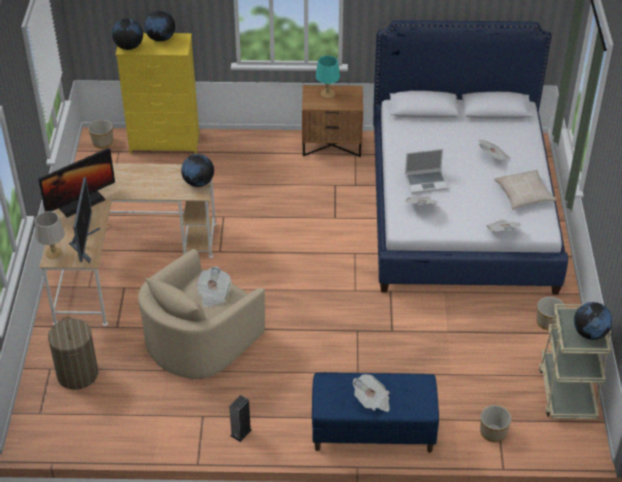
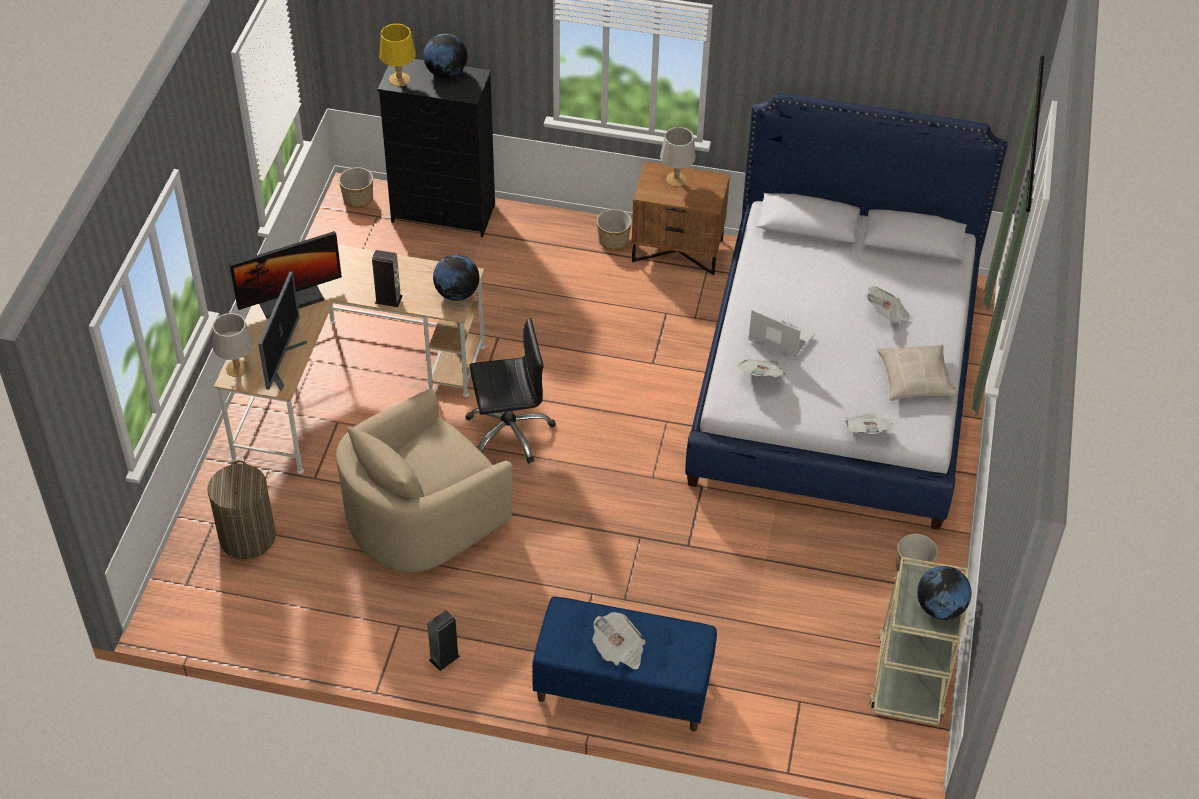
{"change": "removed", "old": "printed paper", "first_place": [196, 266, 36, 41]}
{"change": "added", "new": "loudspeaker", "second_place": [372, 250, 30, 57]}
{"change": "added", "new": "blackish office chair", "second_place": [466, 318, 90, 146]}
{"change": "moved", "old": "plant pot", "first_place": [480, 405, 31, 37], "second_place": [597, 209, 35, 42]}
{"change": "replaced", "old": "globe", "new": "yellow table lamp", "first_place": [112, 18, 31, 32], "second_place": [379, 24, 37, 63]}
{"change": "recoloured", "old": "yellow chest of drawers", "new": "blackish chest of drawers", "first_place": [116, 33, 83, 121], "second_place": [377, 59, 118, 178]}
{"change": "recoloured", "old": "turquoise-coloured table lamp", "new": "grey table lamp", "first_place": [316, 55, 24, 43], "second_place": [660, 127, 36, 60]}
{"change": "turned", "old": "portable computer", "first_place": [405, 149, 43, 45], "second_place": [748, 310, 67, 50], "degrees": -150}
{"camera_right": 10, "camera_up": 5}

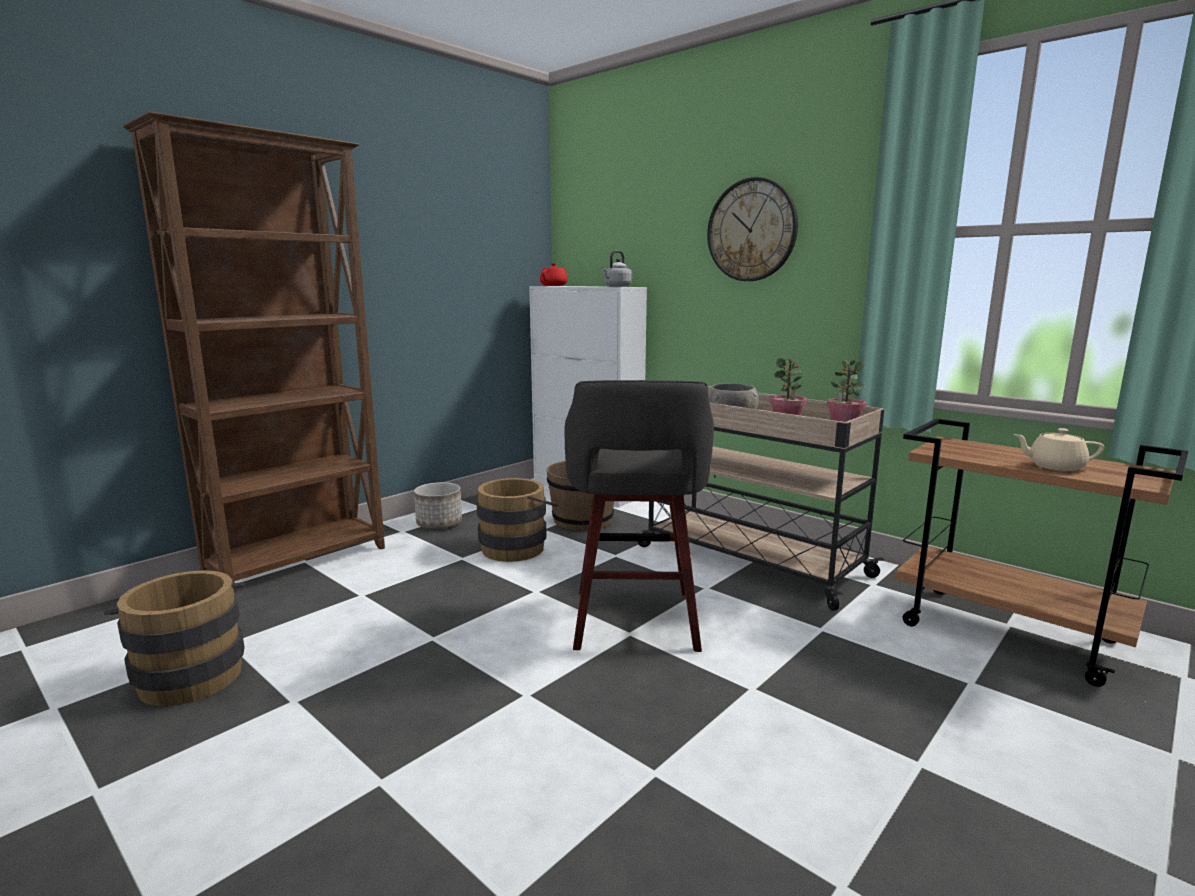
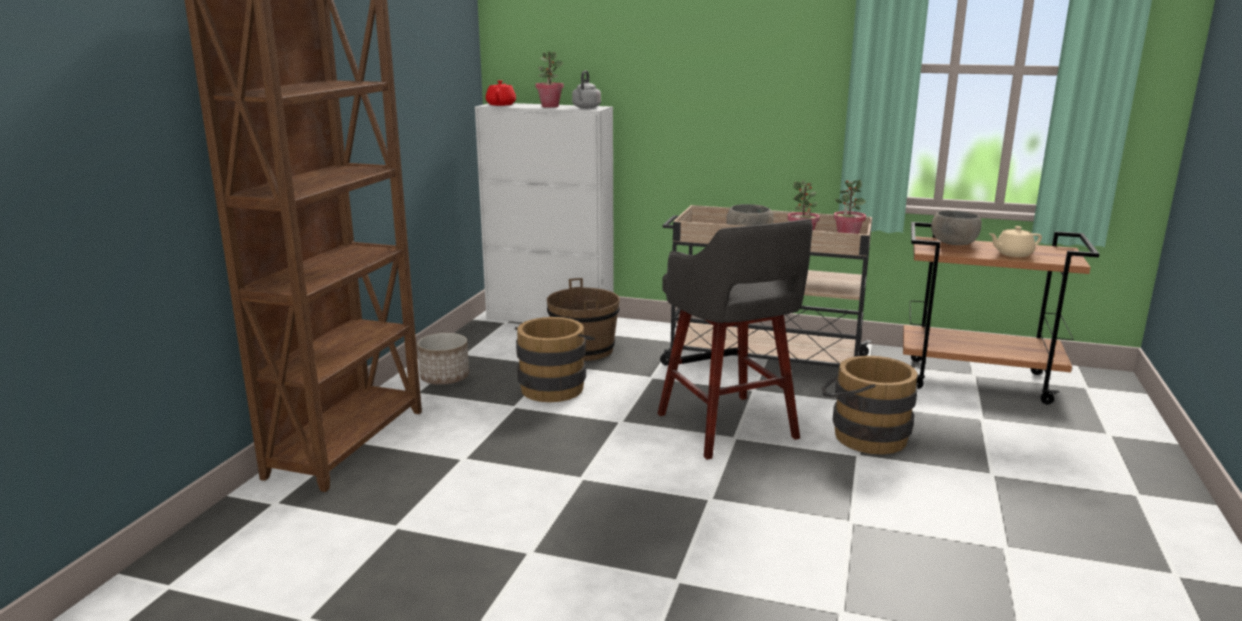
{"change": "removed", "old": "clock on the wall", "first_place": [707, 177, 91, 104]}
{"change": "added", "new": "houseplant", "second_place": [536, 51, 28, 57]}
{"change": "added", "new": "grey serving bowl", "second_place": [931, 210, 51, 35]}
{"change": "moved", "old": "brownish pail", "first_place": [104, 570, 140, 136], "second_place": [822, 356, 96, 98]}
{"camera_right": -25, "camera_up": 5}

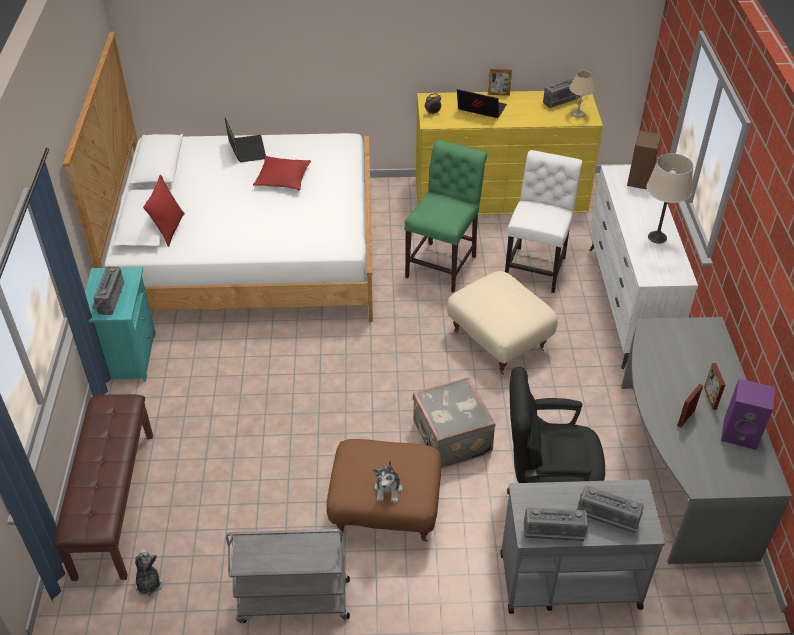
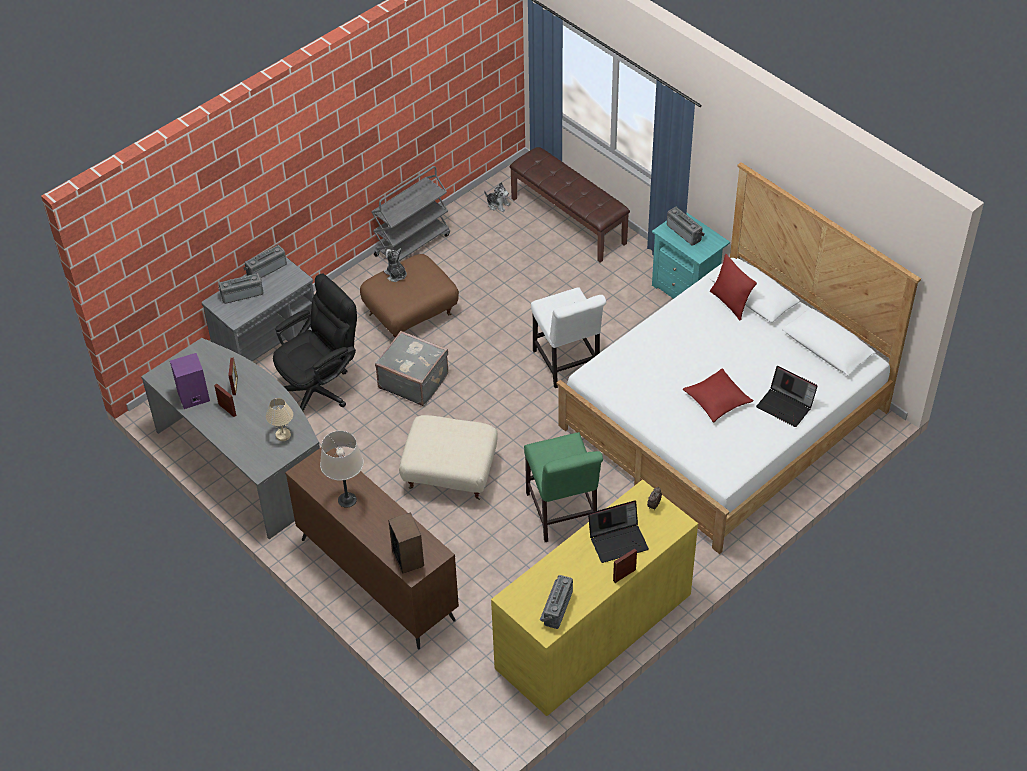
{"change": "moved", "old": "whitish chair", "first_place": [505, 150, 77, 143], "second_place": [531, 287, 75, 101]}
{"change": "moved", "old": "beige table lamp", "first_place": [569, 71, 26, 47], "second_place": [266, 398, 27, 43]}
{"change": "recoloured", "old": "whitish chest of drawers", "new": "brownish chest of drawers", "first_place": [590, 165, 108, 204], "second_place": [285, 447, 174, 202]}
{"camera_right": 140, "camera_up": 5}

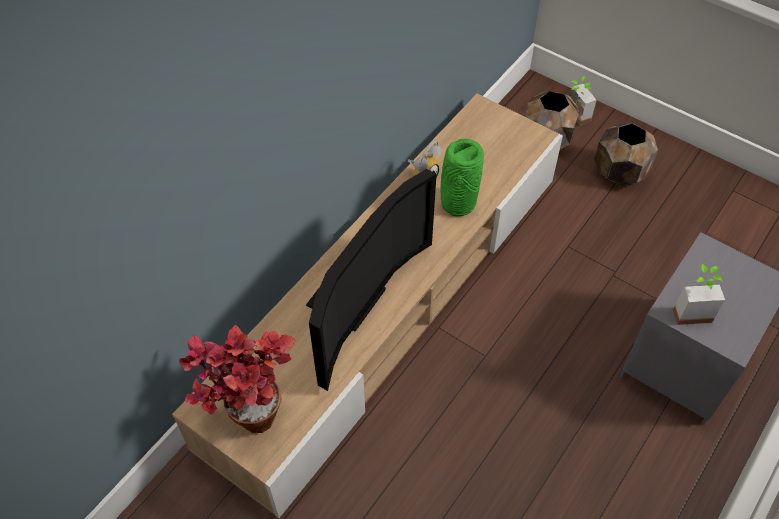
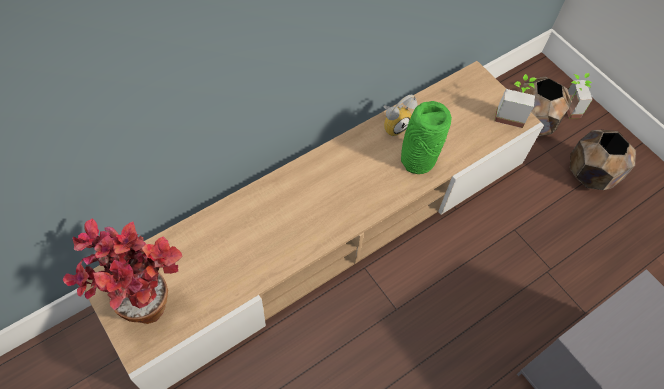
{"change": "removed", "old": "television", "first_place": [306, 169, 131, 222]}
{"change": "moved", "old": "houseplant", "first_place": [673, 264, 52, 61], "second_place": [495, 74, 42, 54]}
{"camera_right": 15, "camera_up": 5}

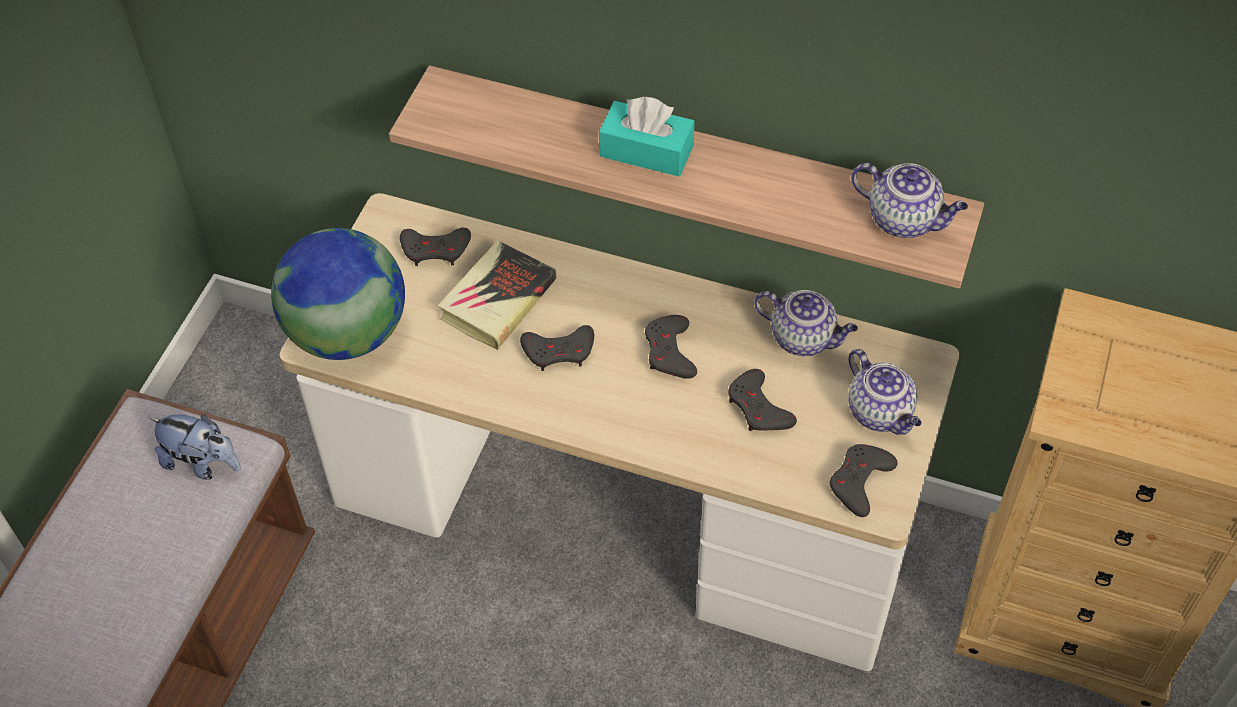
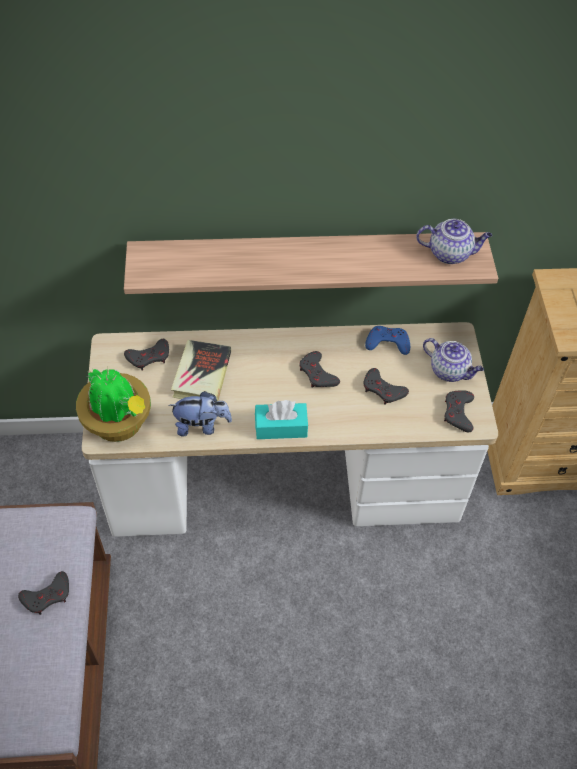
{"change": "moved", "old": "cuddly toy", "first_place": [149, 414, 92, 66], "second_place": [168, 391, 64, 46]}
{"change": "moved", "old": "grey game controller", "first_place": [520, 325, 74, 46], "second_place": [18, 571, 51, 44]}
{"change": "moved", "old": "turquoise-coloured tissue box", "first_place": [599, 97, 96, 80], "second_place": [255, 400, 53, 39]}
{"change": "replaced", "old": "globe", "new": "houseplant", "first_place": [271, 228, 134, 132], "second_place": [76, 368, 75, 74]}
{"change": "replaced", "old": "teapot", "new": "blue game controller", "first_place": [754, 290, 104, 66], "second_place": [365, 326, 45, 29]}
{"camera_right": -25, "camera_up": 0}

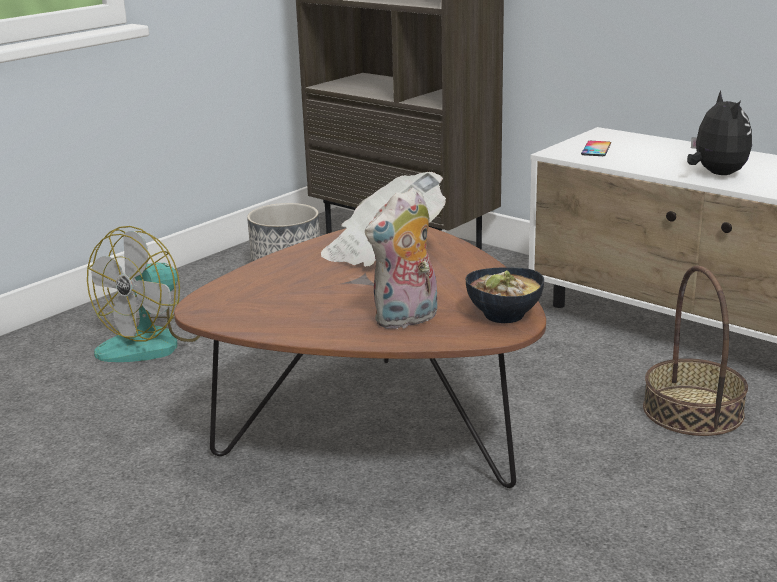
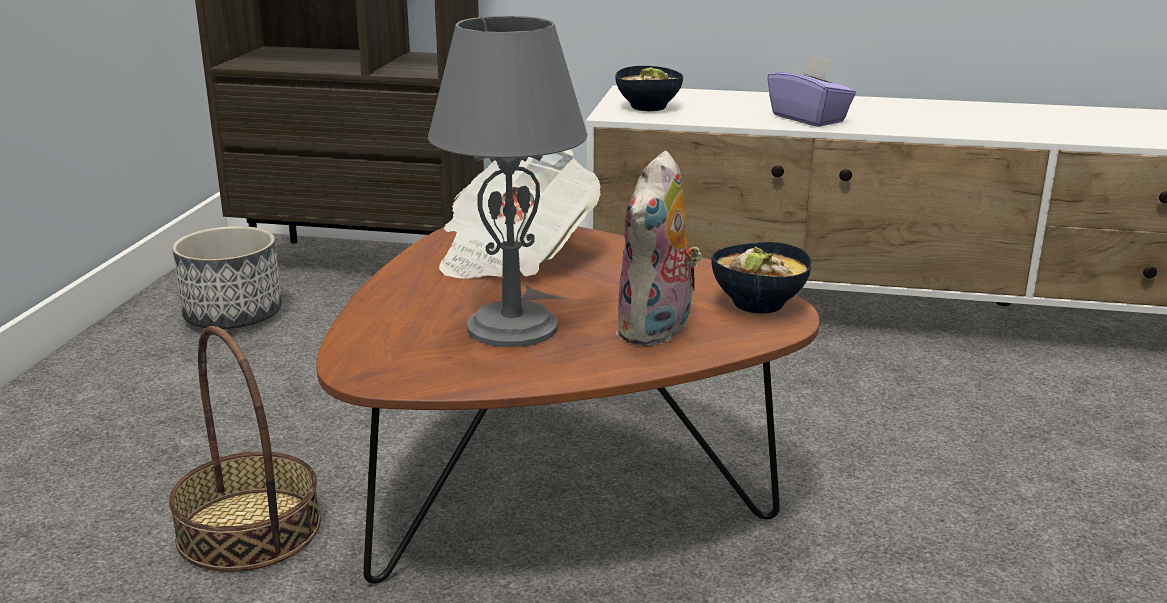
{"change": "removed", "old": "electric fan", "first_place": [87, 226, 113, 136]}
{"change": "added", "new": "grey table lamp", "second_place": [428, 16, 160, 331]}
{"change": "moved", "old": "storage basket", "first_place": [643, 266, 105, 170], "second_place": [169, 326, 152, 246]}
{"change": "replaced", "old": "telephone", "new": "serving bowl", "first_place": [581, 141, 30, 15], "second_place": [615, 66, 68, 45]}
{"change": "replaced", "old": "cuddly toy", "new": "purple-coloured tissue box", "first_place": [687, 91, 65, 84], "second_place": [767, 54, 89, 73]}
{"camera_right": -30, "camera_up": 0}

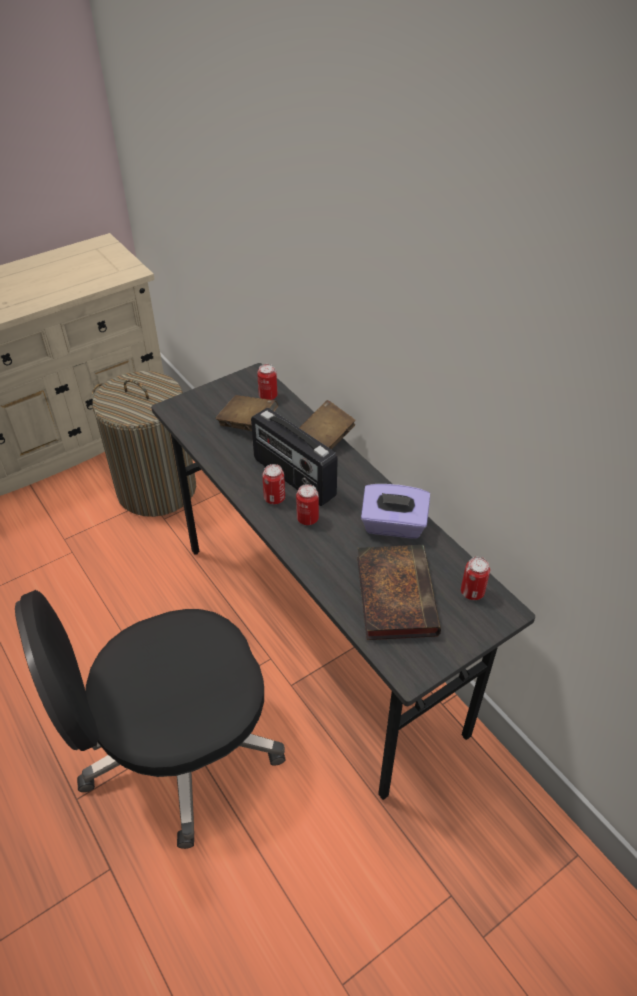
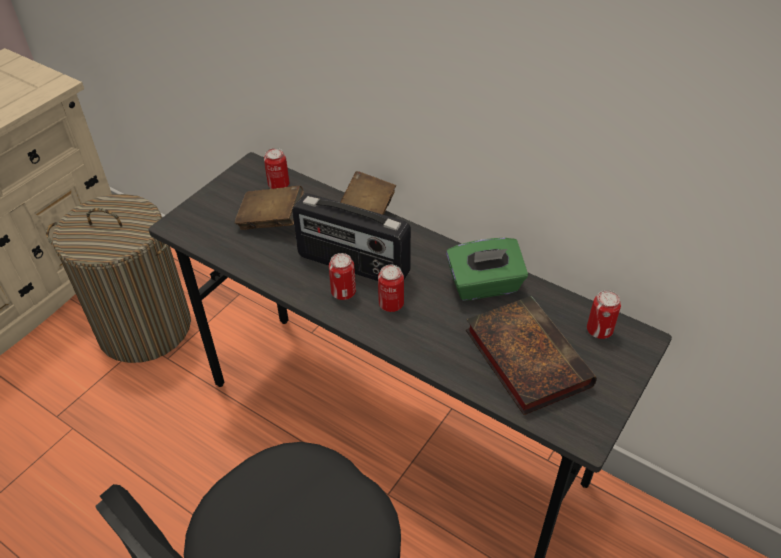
{"change": "recoloured", "old": "purple-coloured tissue box", "new": "green tissue box", "first_place": [361, 484, 69, 55], "second_place": [446, 238, 82, 63]}
{"camera_right": -20, "camera_up": 0}

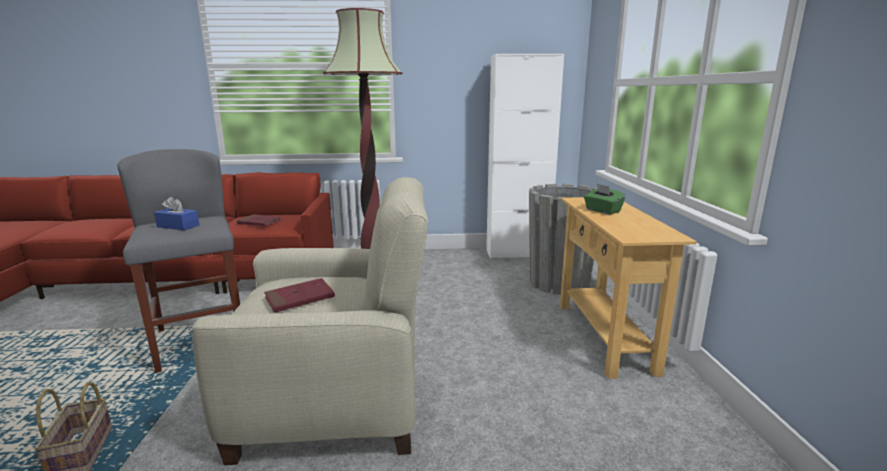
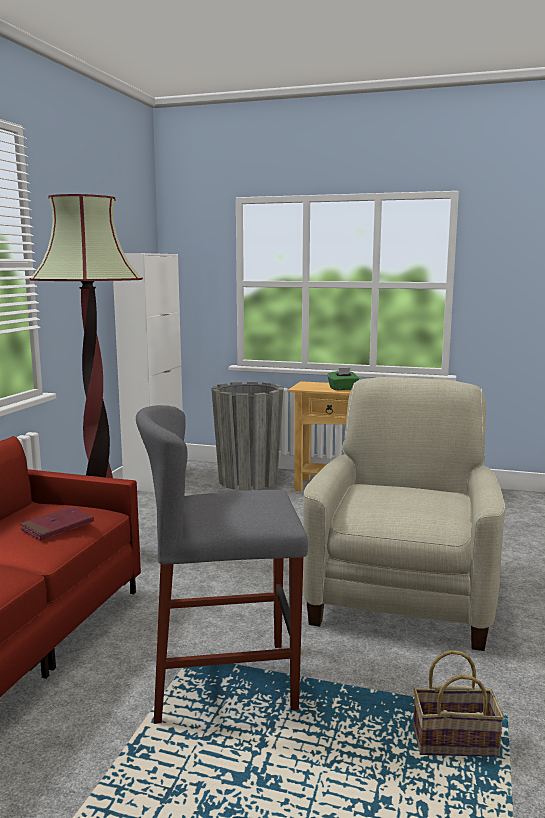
{"change": "removed", "old": "blue tissue box", "first_place": [154, 197, 45, 33]}
{"change": "removed", "old": "red-coloured volume", "first_place": [264, 278, 71, 35]}
{"camera_right": -70, "camera_up": -5}

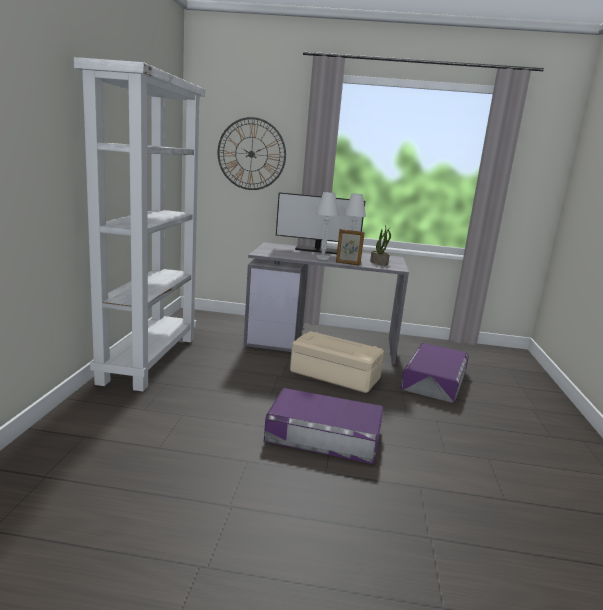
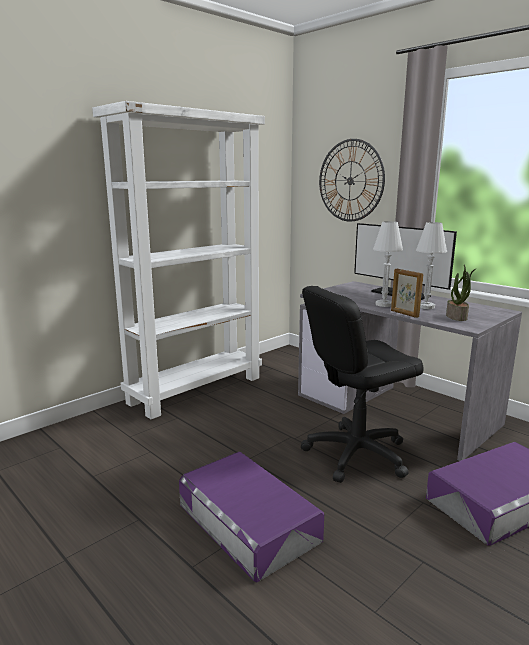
{"change": "replaced", "old": "beige storage box", "new": "blackish office chair", "first_place": [290, 331, 94, 62], "second_place": [301, 286, 123, 197]}
{"camera_right": 40, "camera_up": 0}

